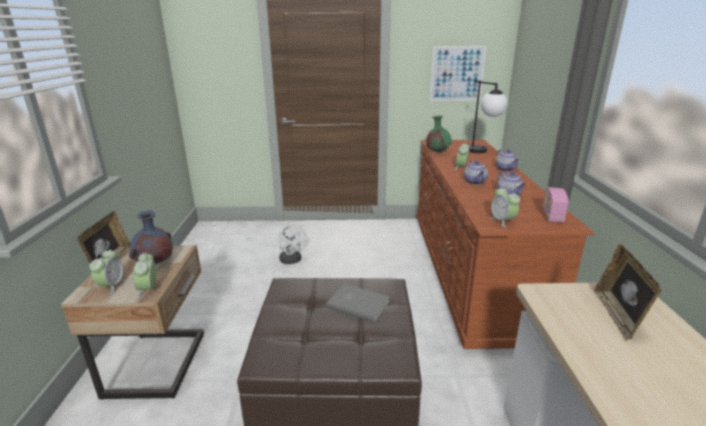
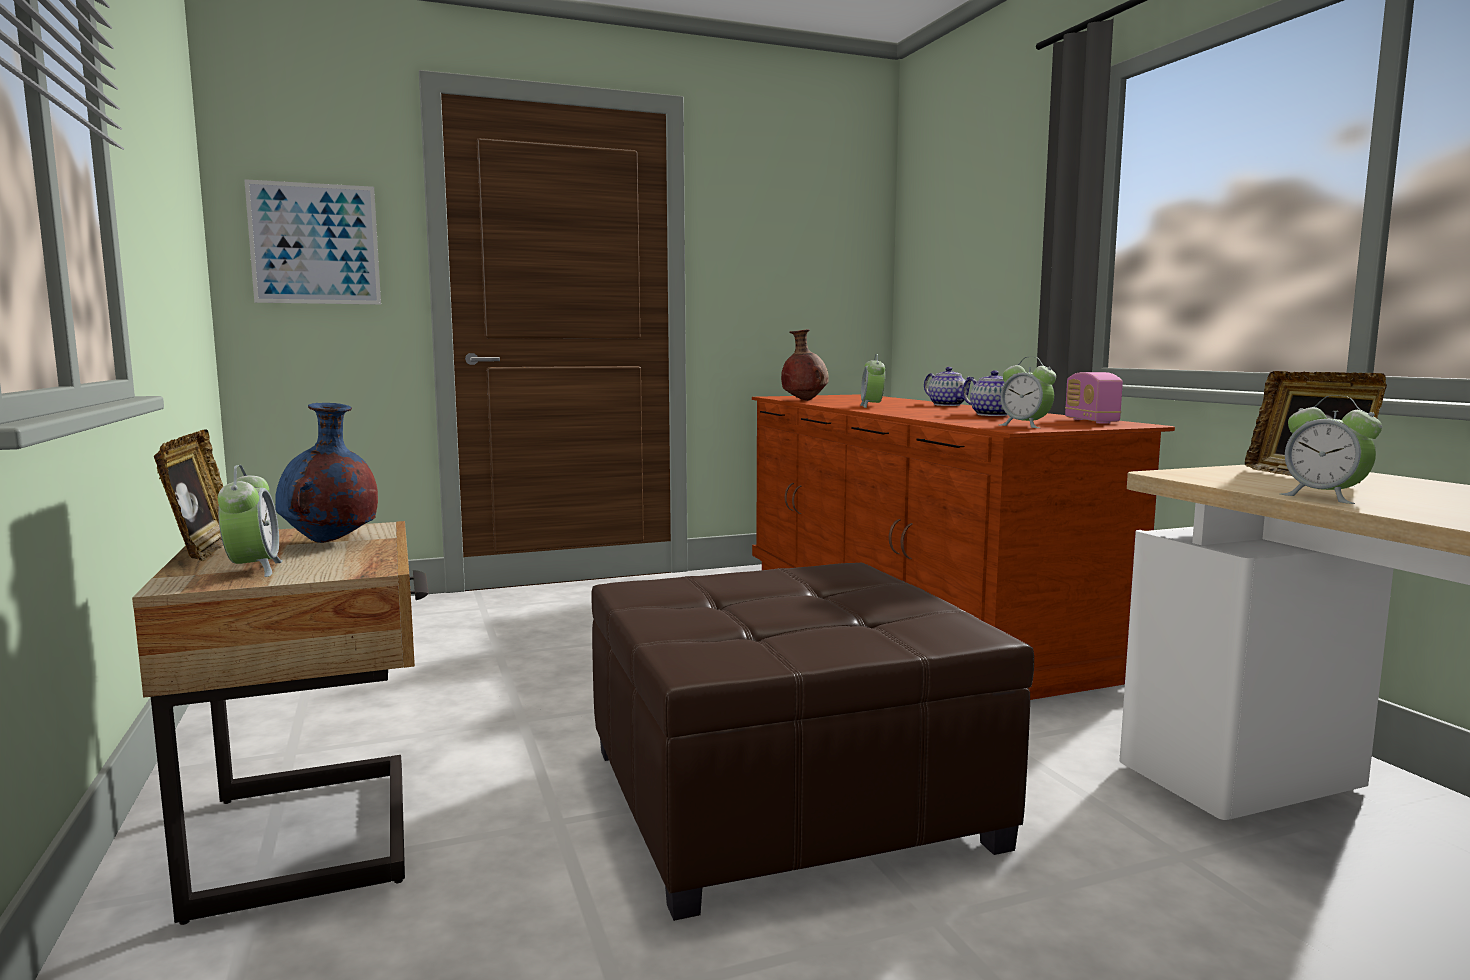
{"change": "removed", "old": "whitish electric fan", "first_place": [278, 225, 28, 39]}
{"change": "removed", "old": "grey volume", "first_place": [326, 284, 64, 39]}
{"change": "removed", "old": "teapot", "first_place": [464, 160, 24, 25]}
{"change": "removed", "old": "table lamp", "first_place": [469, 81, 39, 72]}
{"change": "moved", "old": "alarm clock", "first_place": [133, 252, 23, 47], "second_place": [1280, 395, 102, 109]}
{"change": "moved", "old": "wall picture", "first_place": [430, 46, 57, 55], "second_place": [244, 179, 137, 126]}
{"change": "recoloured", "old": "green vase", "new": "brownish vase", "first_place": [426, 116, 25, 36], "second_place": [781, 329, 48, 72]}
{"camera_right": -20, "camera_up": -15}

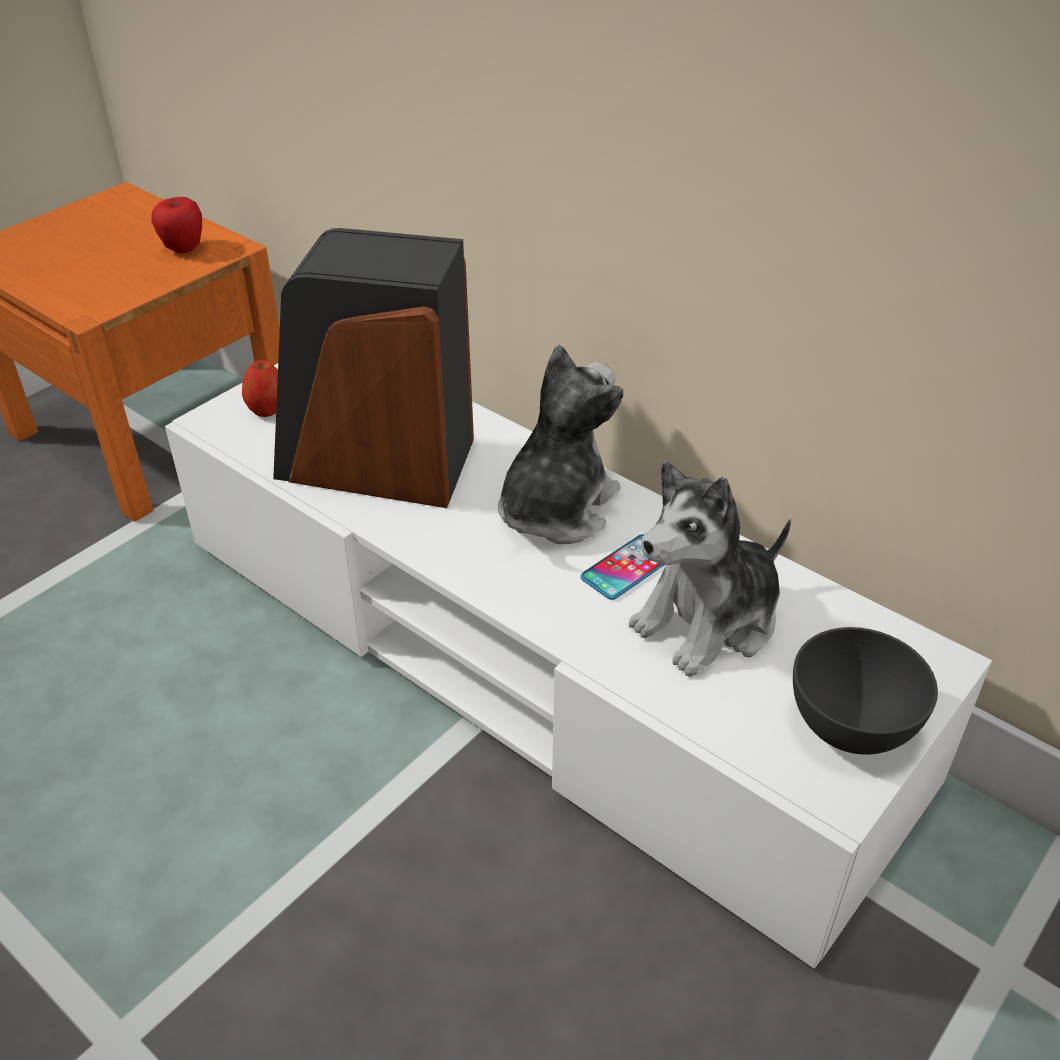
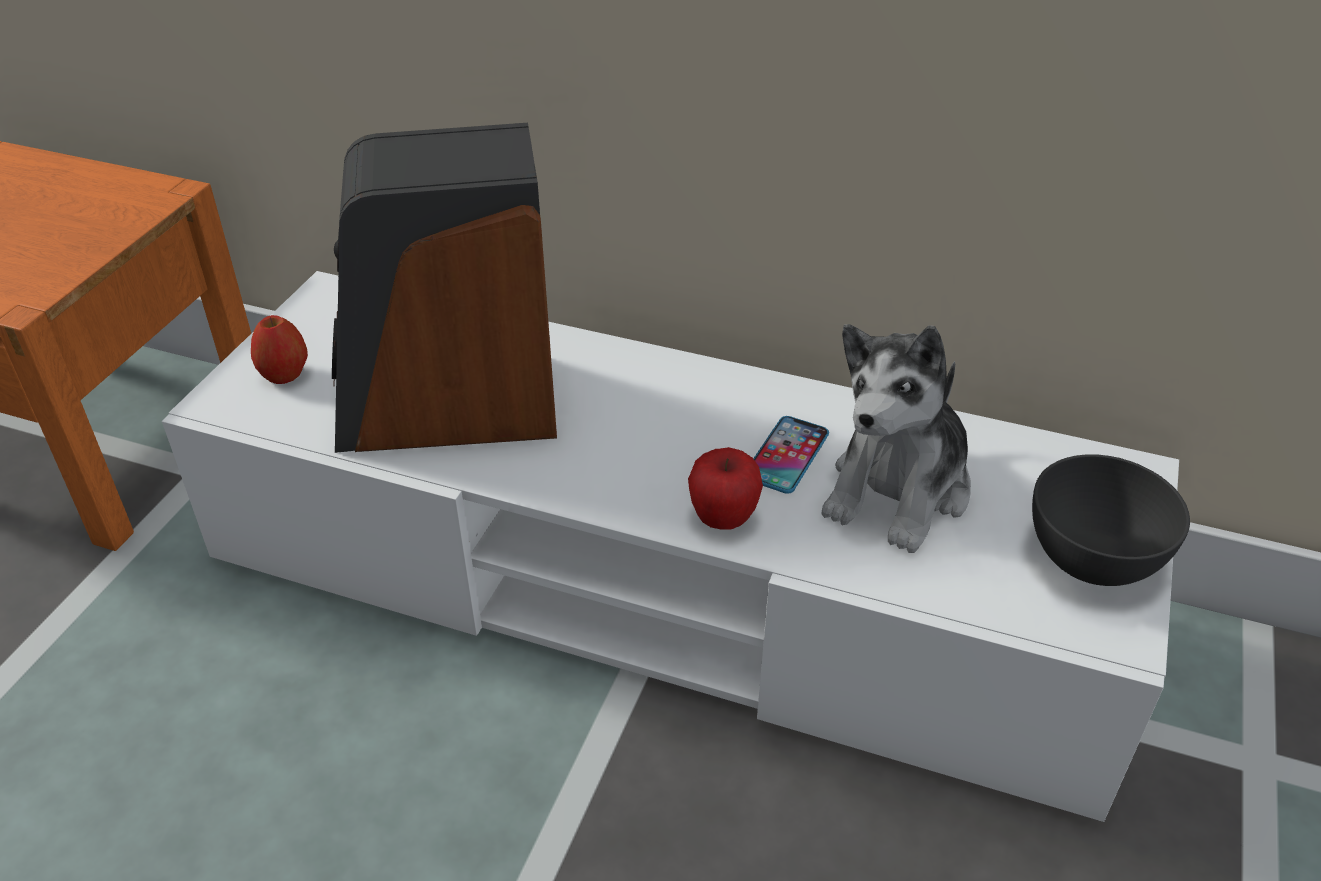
{"change": "removed", "old": "cuddly toy", "first_place": [498, 345, 125, 199]}
{"change": "moved", "old": "apple", "first_place": [151, 197, 51, 56], "second_place": [688, 447, 75, 83]}
{"camera_right": -20, "camera_up": 0}

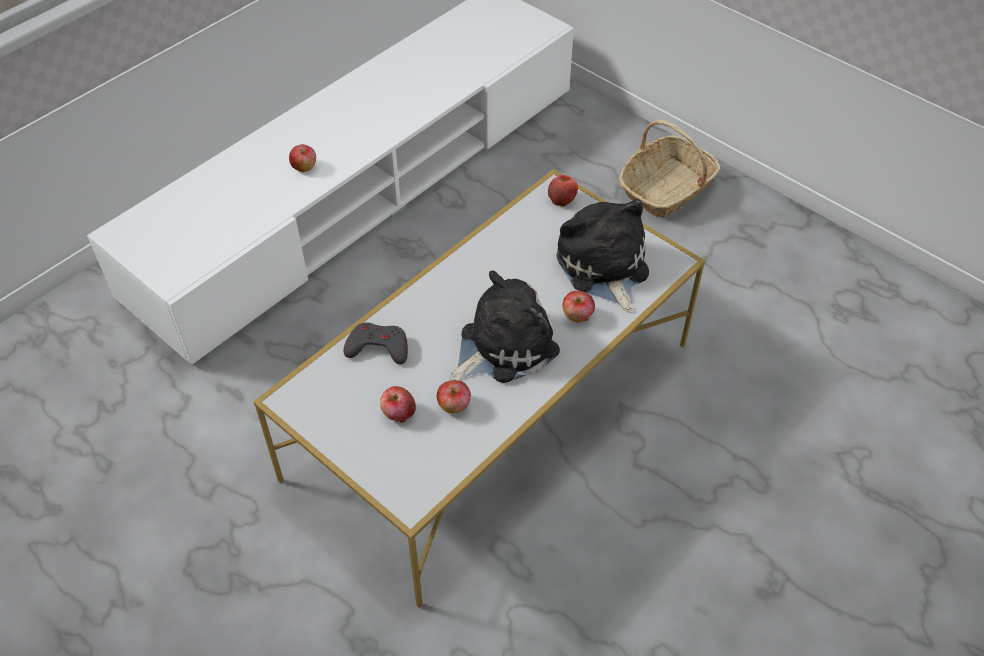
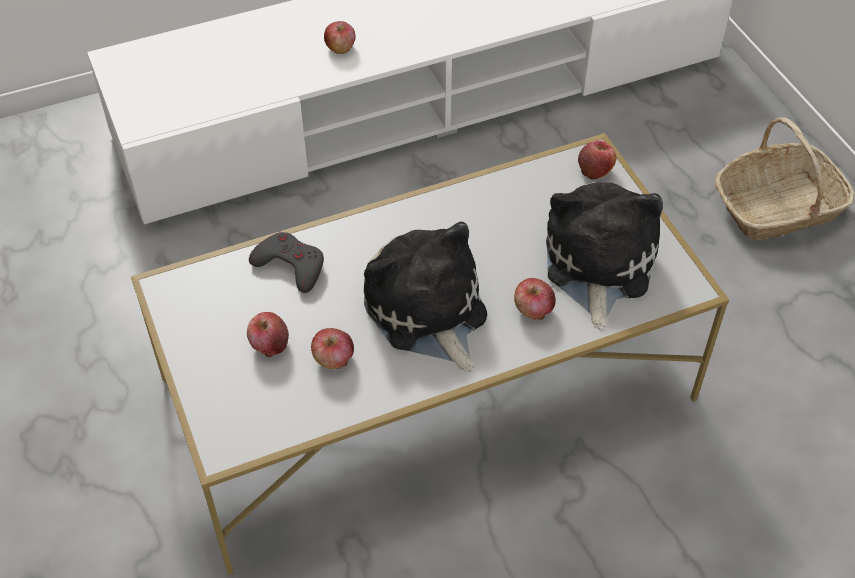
{"change": "turned", "old": "cuddly toy", "first_place": [450, 270, 110, 113], "second_place": [364, 222, 123, 150], "degrees": -105}
{"camera_right": 25, "camera_up": 0}

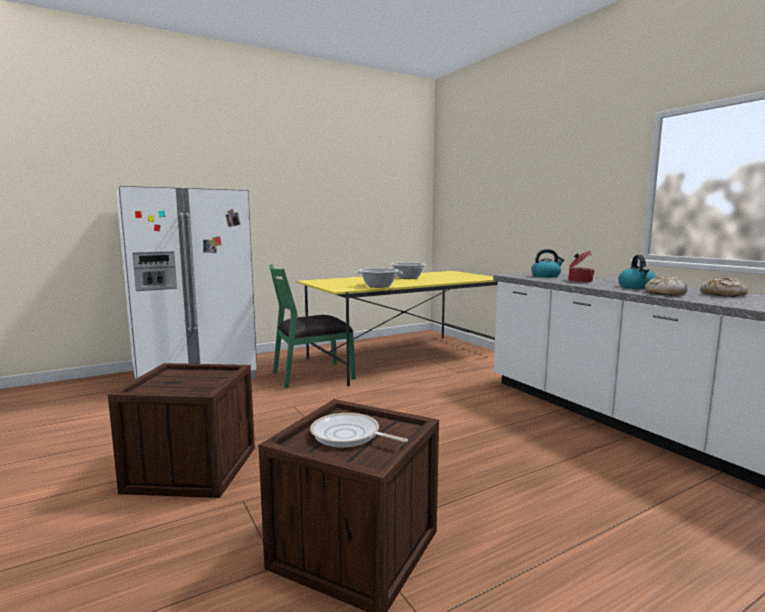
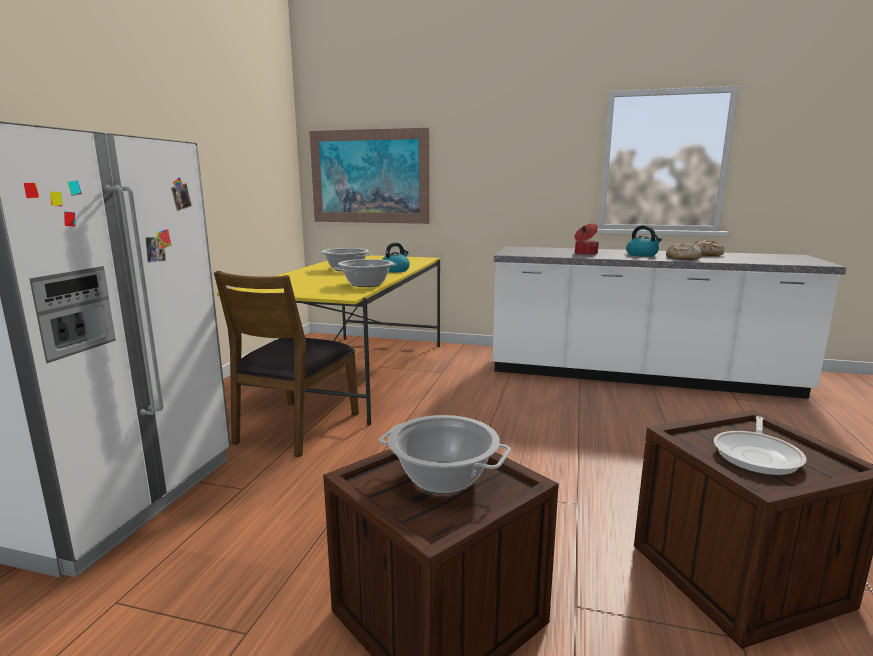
{"change": "added", "new": "wall picture", "second_place": [309, 128, 121, 96]}
{"change": "added", "new": "saucepot", "second_place": [379, 415, 132, 79]}
{"change": "moved", "old": "tea kettle", "first_place": [531, 249, 33, 28], "second_place": [382, 243, 28, 29]}
{"change": "recoloured", "old": "green chair", "new": "brownish chair", "first_place": [269, 264, 87, 124], "second_place": [214, 271, 145, 186]}
{"change": "turned", "old": "skillet", "first_place": [310, 413, 98, 34], "second_place": [714, 416, 93, 59], "degrees": -45}
{"camera_right": -45, "camera_up": 5}

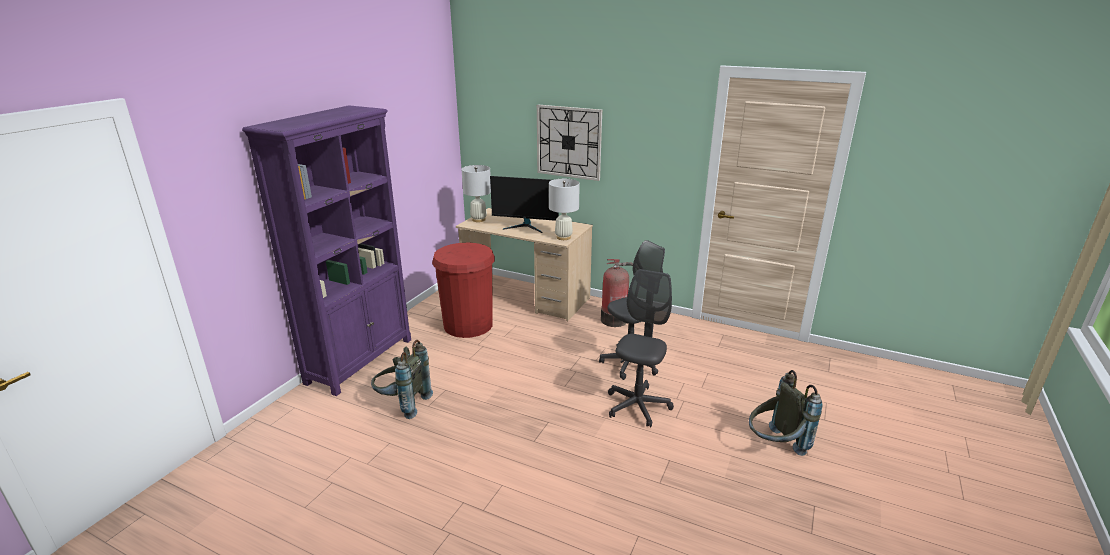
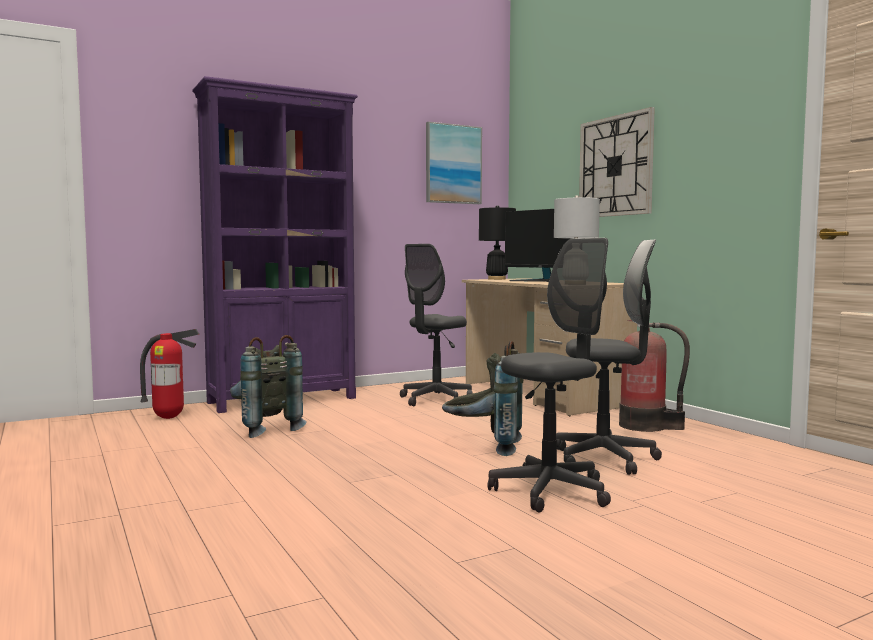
{"change": "added", "new": "fire extinguisher", "second_place": [140, 329, 59, 90]}
{"change": "added", "new": "wall picture", "second_place": [426, 121, 56, 83]}
{"change": "moved", "old": "grey backpack", "first_place": [749, 370, 74, 86], "second_place": [442, 341, 82, 115]}
{"change": "replaced", "old": "red-coloured waste bin", "new": "grey office chair", "first_place": [432, 243, 63, 95], "second_place": [400, 244, 73, 162]}
{"change": "recoloured", "old": "whitish table lamp", "new": "blackish table lamp", "first_place": [462, 165, 29, 57], "second_place": [479, 205, 37, 75]}
{"camera_right": 35, "camera_up": -20}

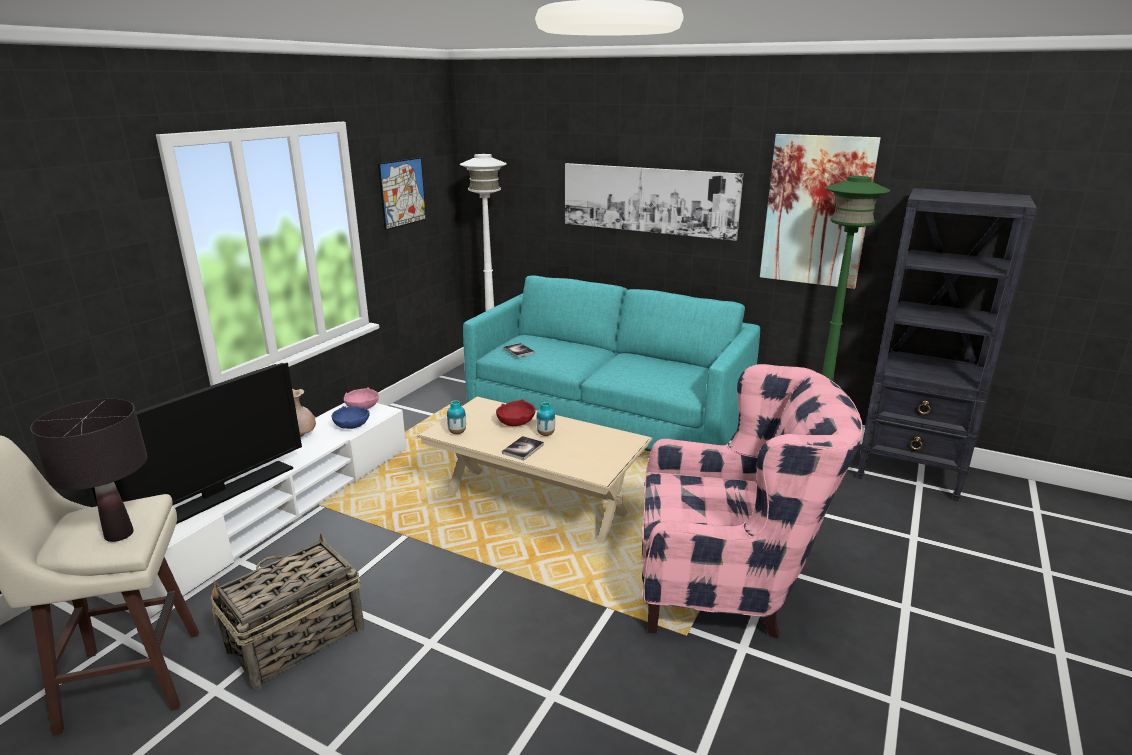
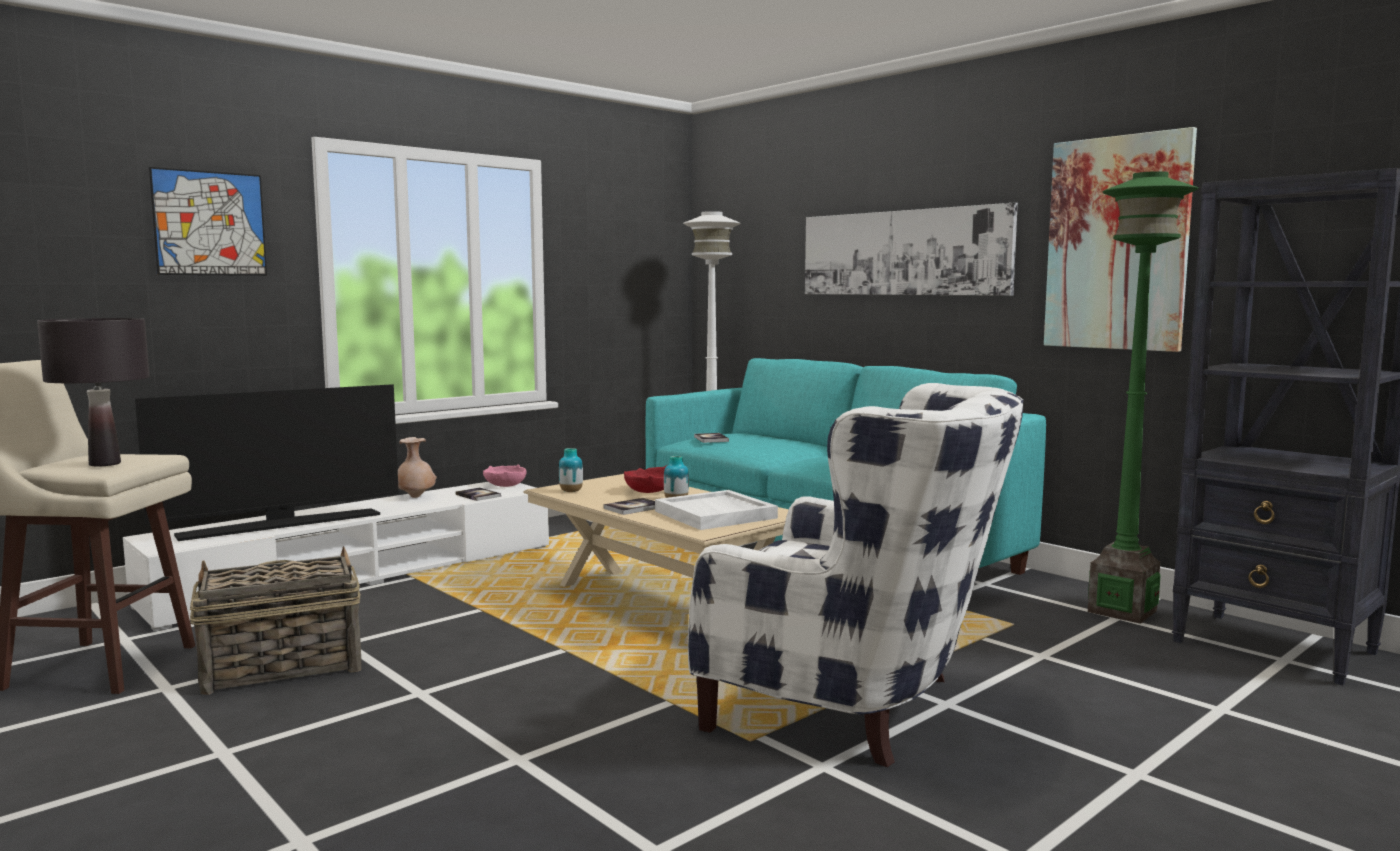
{"change": "added", "new": "whitish carrying tray", "second_place": [655, 490, 123, 40]}
{"change": "moved", "old": "wall picture", "first_place": [378, 157, 48, 73], "second_place": [148, 167, 119, 109]}
{"change": "replaced", "old": "blue serving bowl", "new": "volume", "first_place": [332, 406, 38, 23], "second_place": [455, 488, 46, 13]}
{"change": "recoloured", "old": "pink easy chair", "new": "whitish easy chair", "first_place": [642, 364, 220, 274], "second_place": [688, 383, 335, 384]}
{"camera_right": 20, "camera_up": -15}

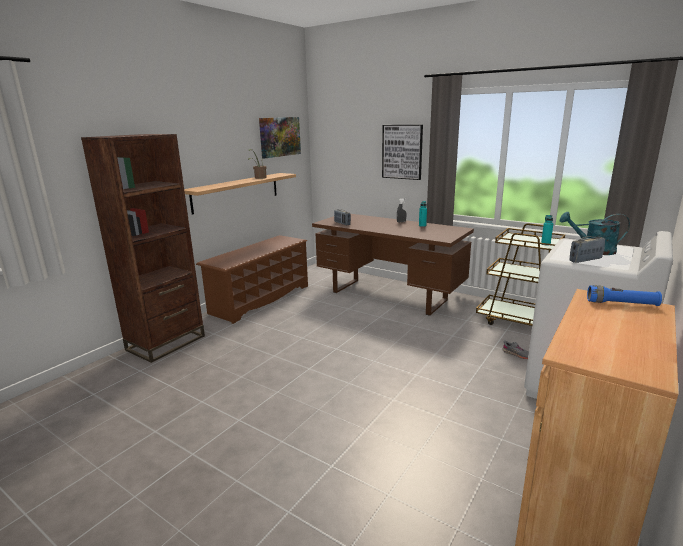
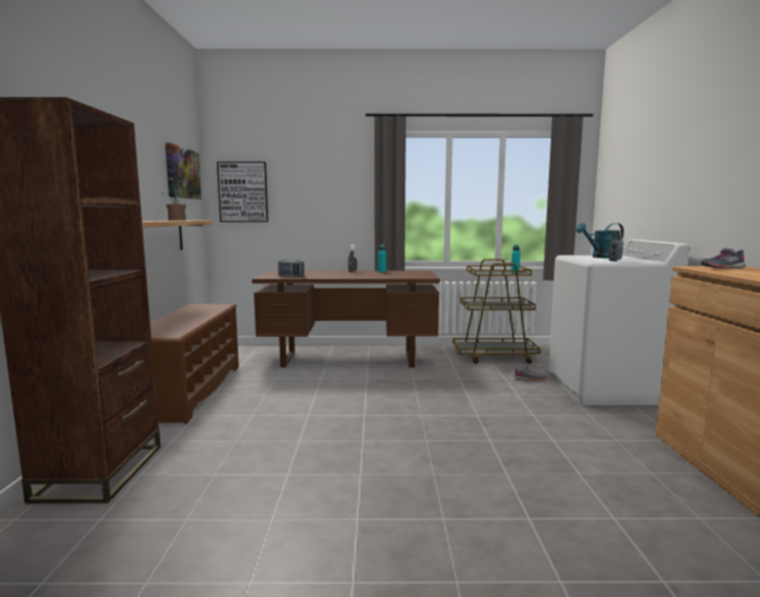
{"change": "moved", "old": "wall picture", "first_place": [382, 125, 41, 55], "second_place": [217, 162, 51, 60]}
{"change": "replaced", "old": "blue torch", "new": "grey low shoe", "first_place": [587, 285, 75, 21], "second_place": [701, 248, 44, 21]}
{"camera_right": -35, "camera_up": -10}

